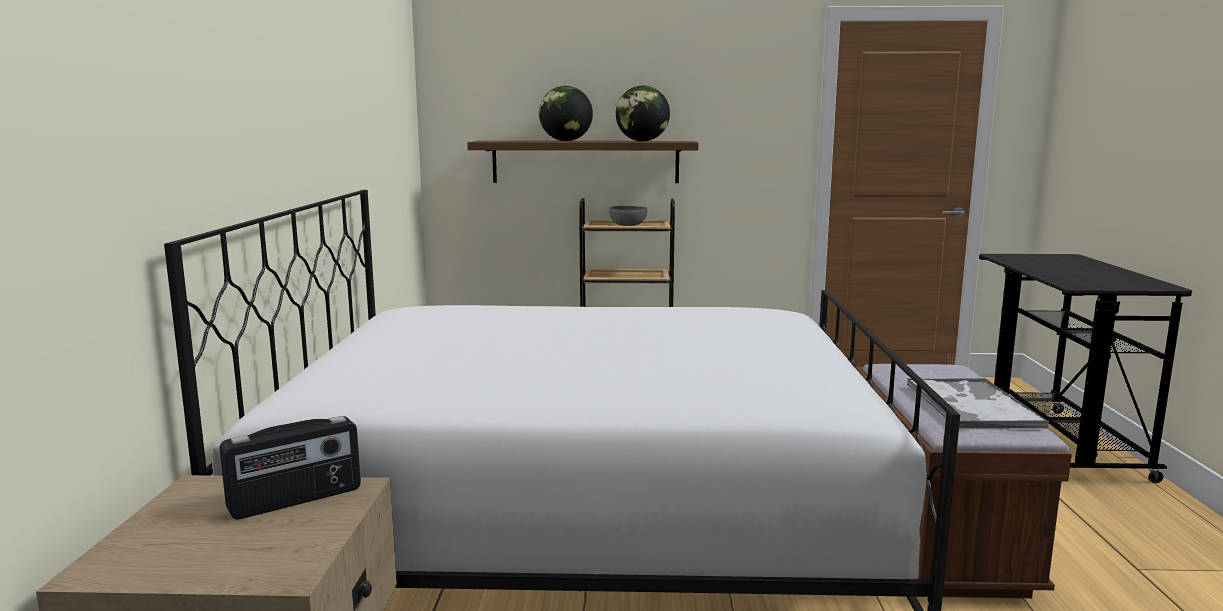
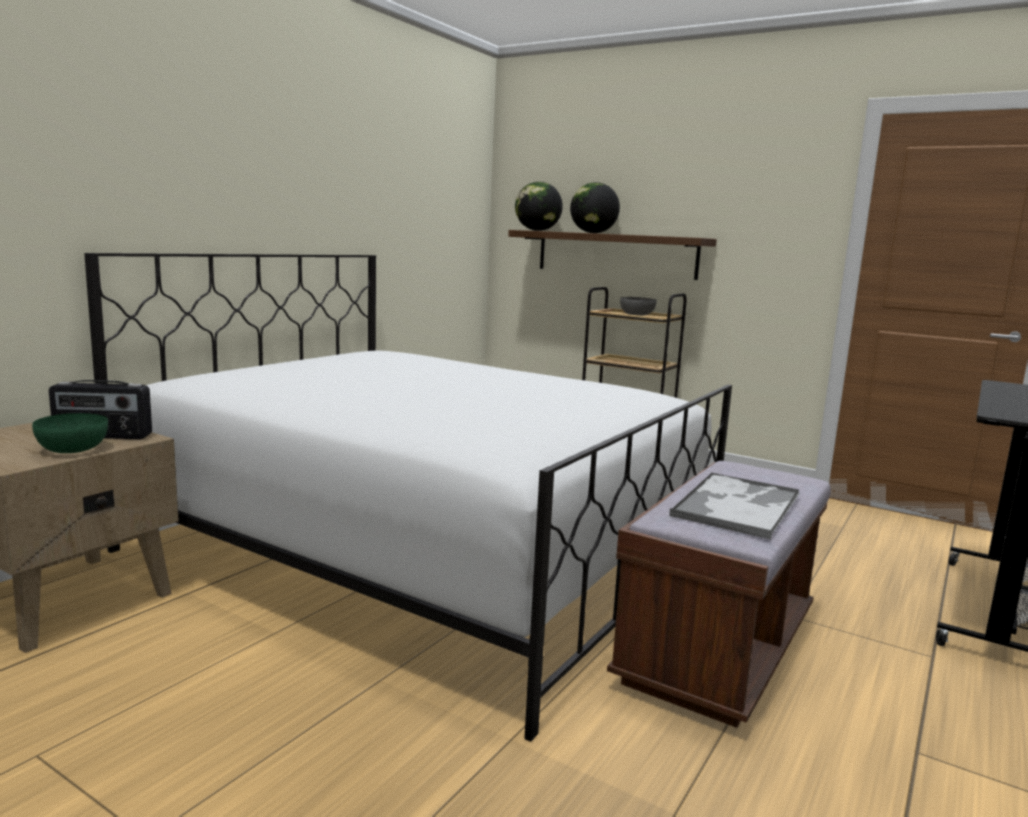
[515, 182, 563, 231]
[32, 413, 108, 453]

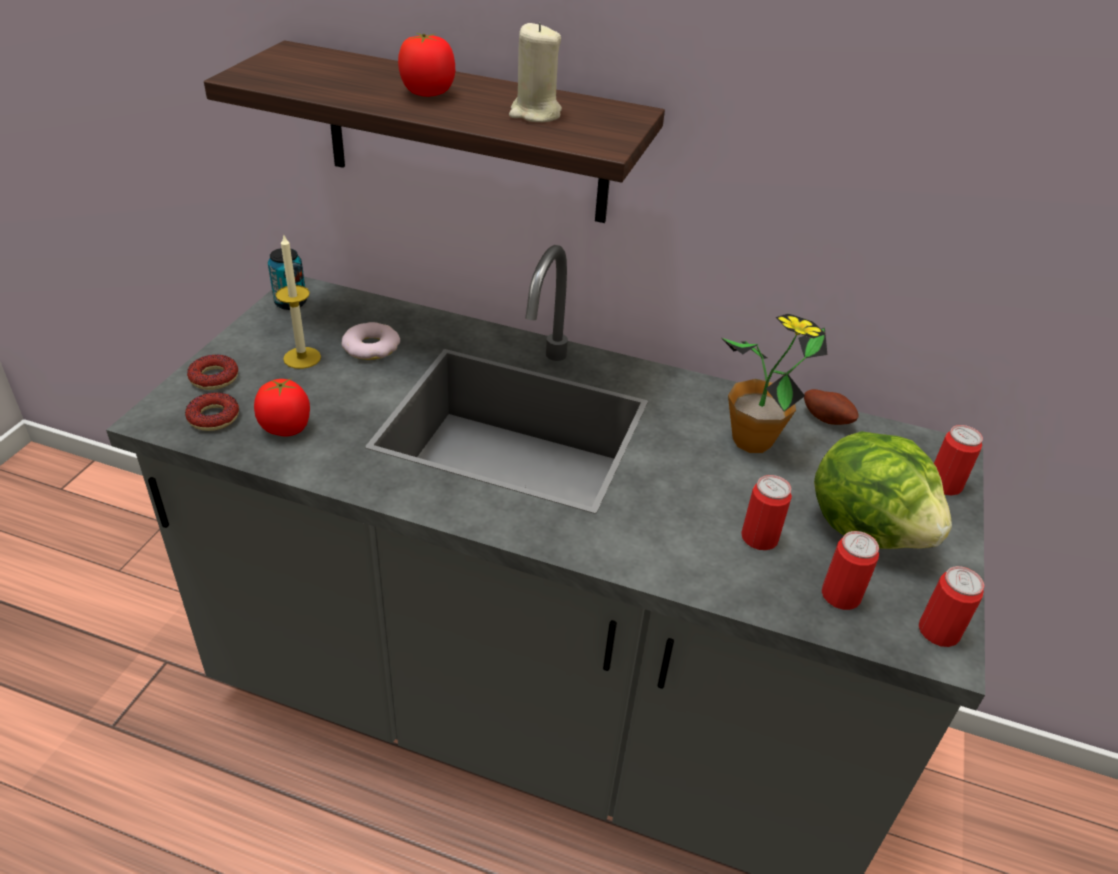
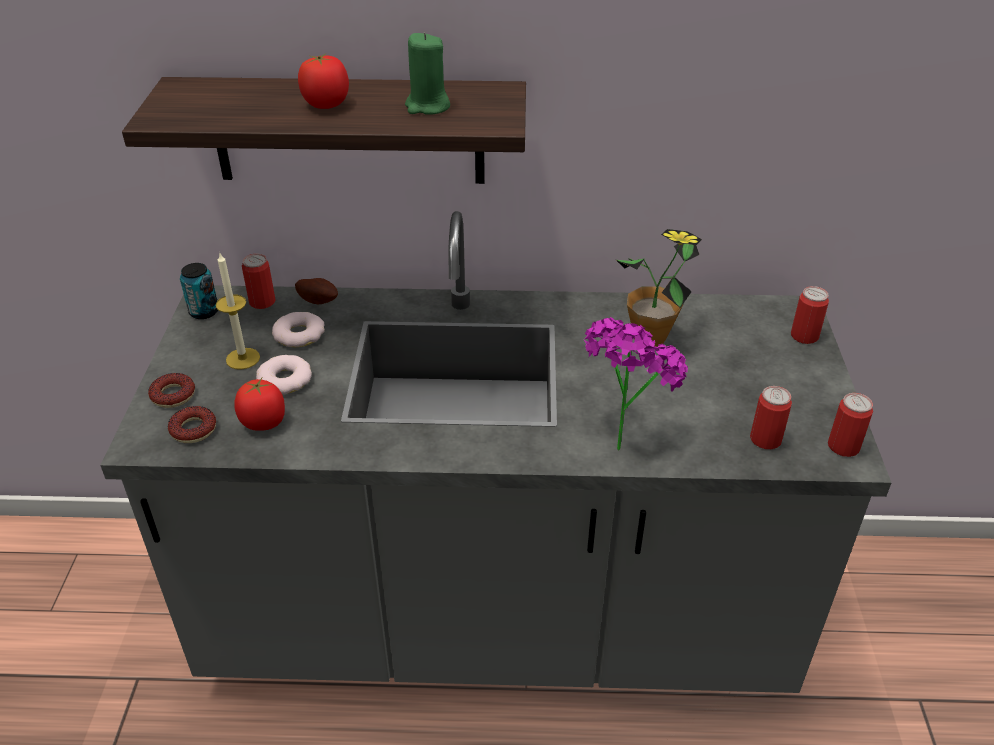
[405, 32, 450, 115]
[242, 254, 276, 309]
[295, 278, 338, 304]
[814, 431, 952, 549] (first image)
[256, 355, 312, 394]
[584, 317, 688, 451]

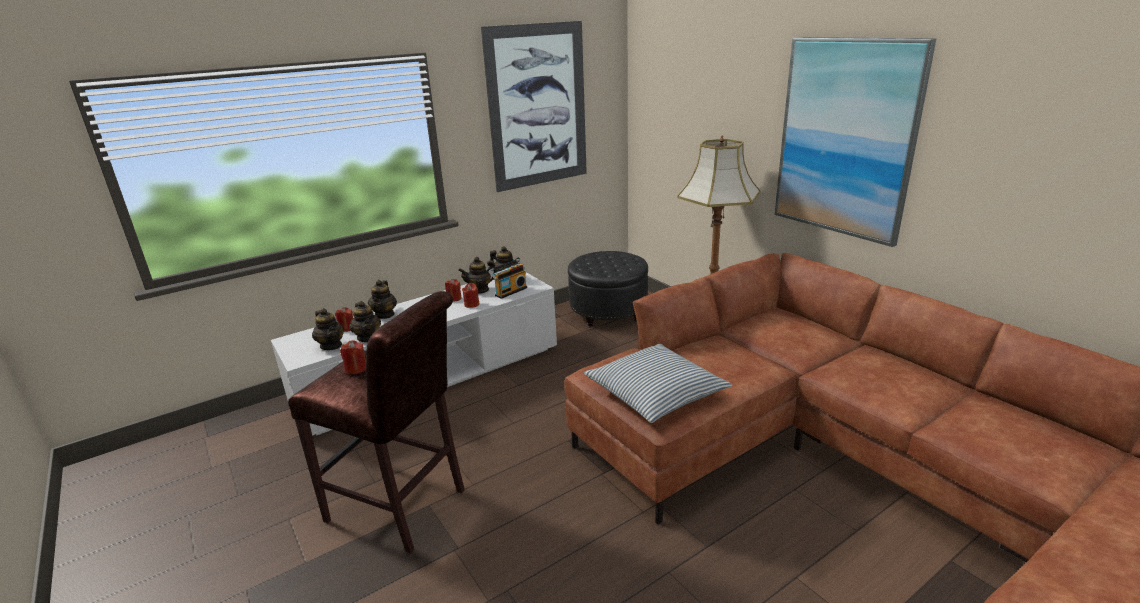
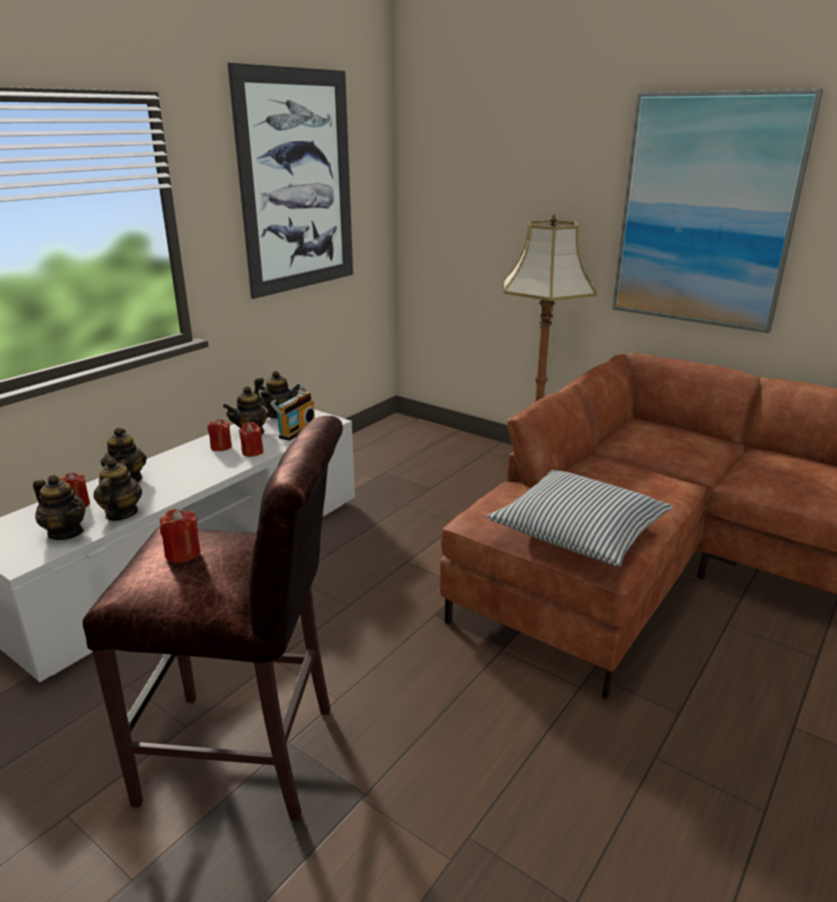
[93, 458, 142, 521]
[568, 251, 648, 327] (first image)

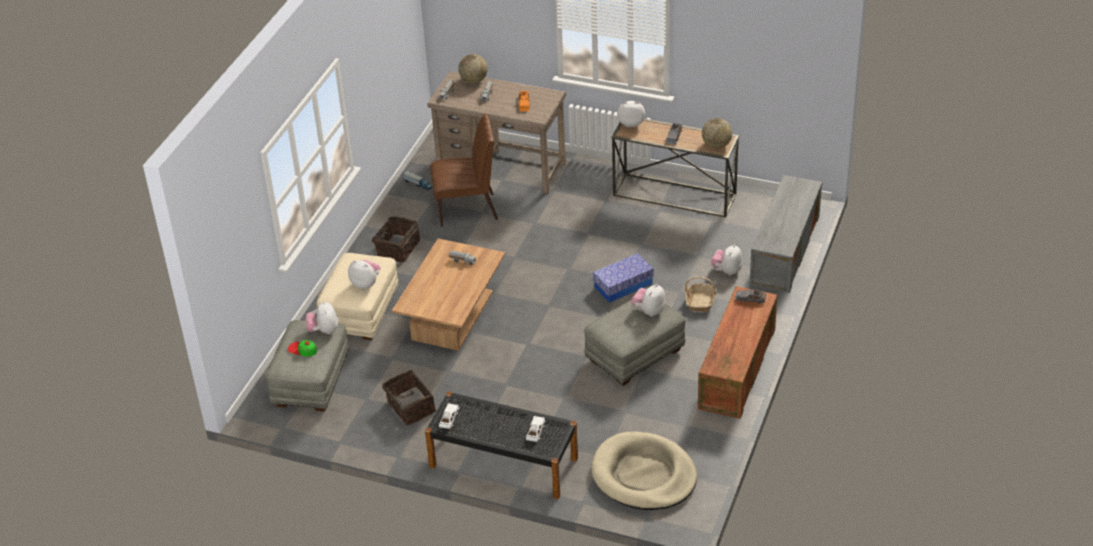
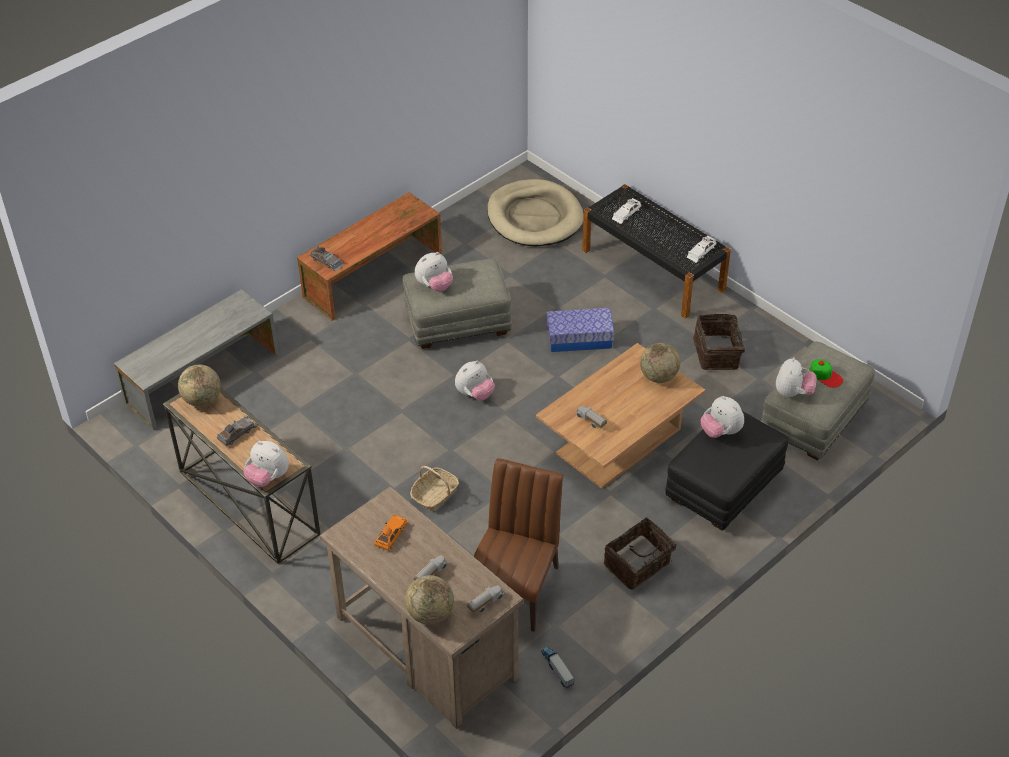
[666, 411, 788, 531]
[473, 458, 564, 632]
[547, 308, 614, 352]
[410, 466, 459, 510]
[455, 360, 495, 401]
[640, 343, 680, 383]

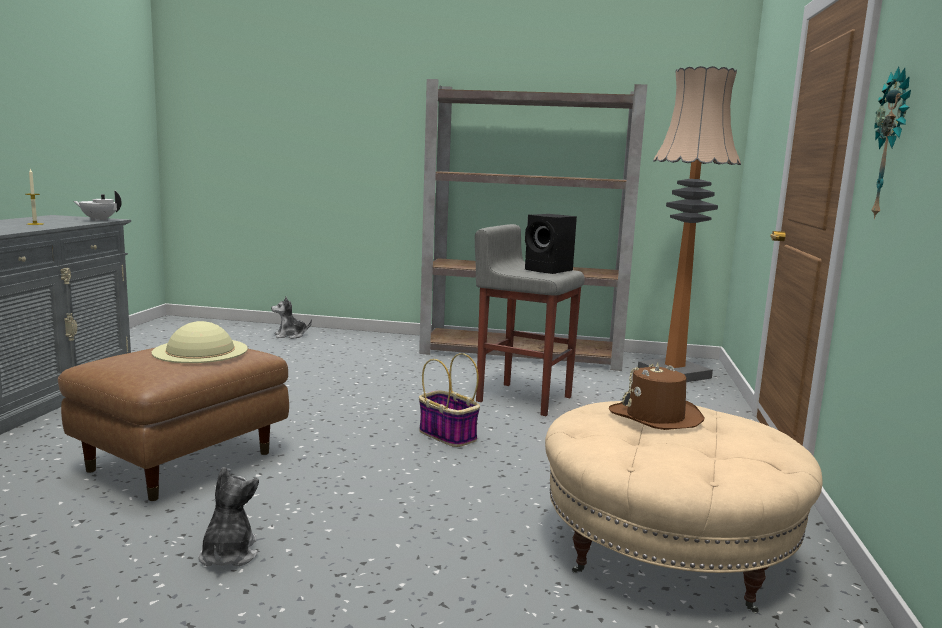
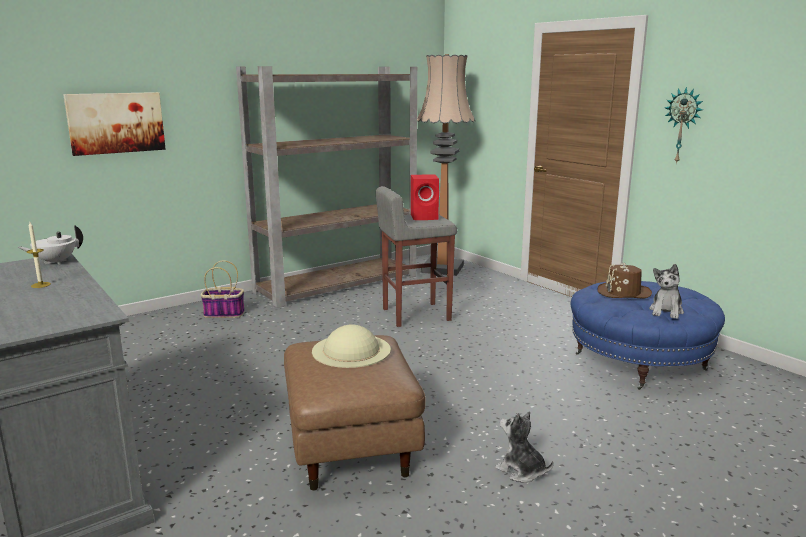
[649, 264, 684, 319]
[201, 261, 245, 318]
[411, 174, 439, 220]
[571, 281, 725, 390]
[63, 92, 166, 156]

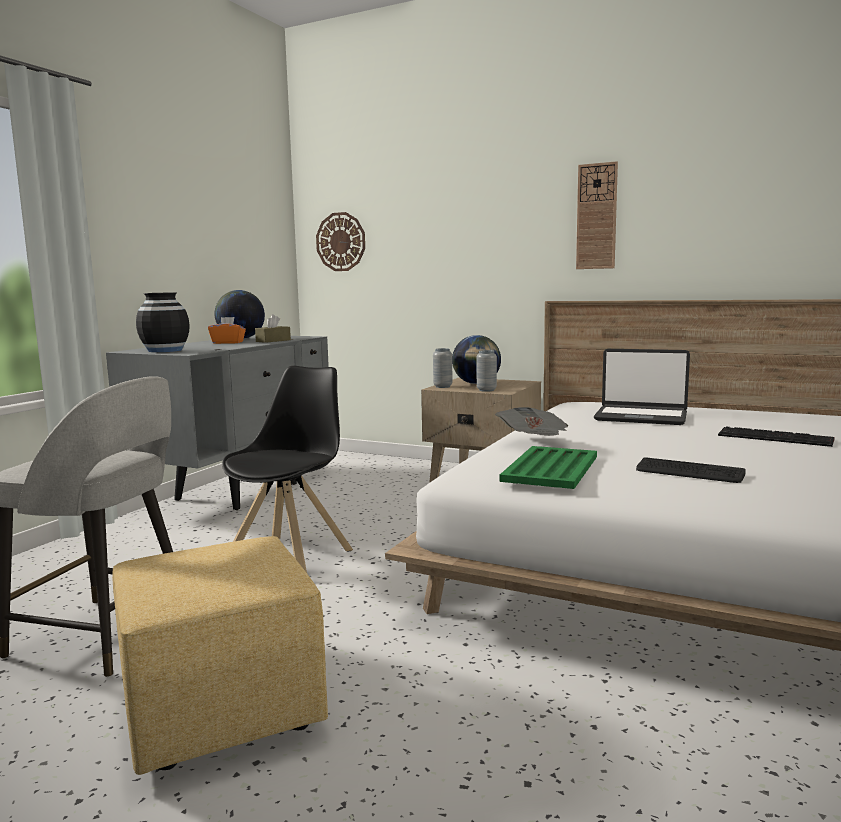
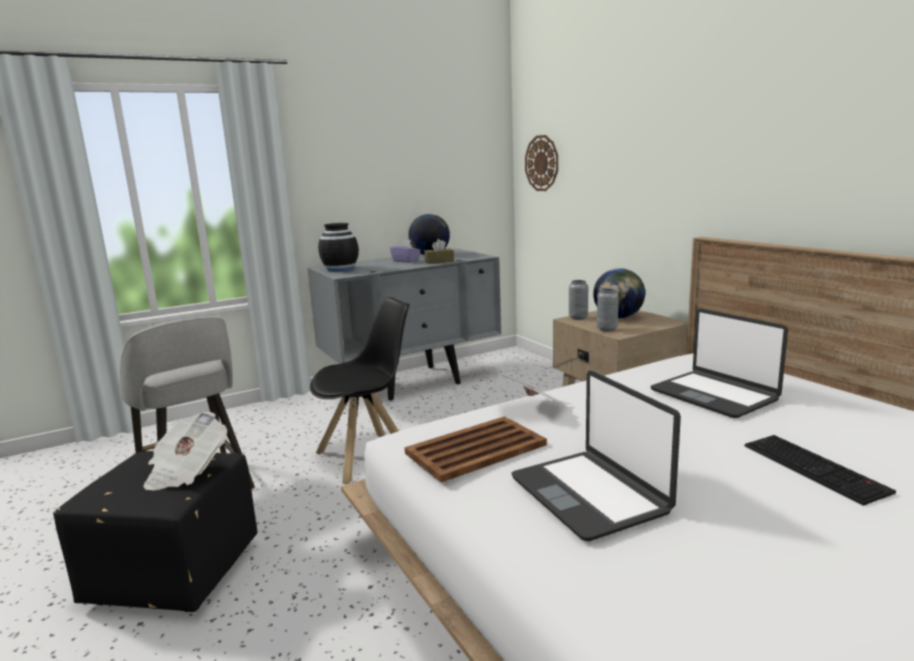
[53, 451, 258, 612]
[390, 240, 421, 263]
[405, 416, 547, 483]
[576, 161, 618, 269] (first image)
[511, 371, 681, 541]
[143, 412, 227, 490]

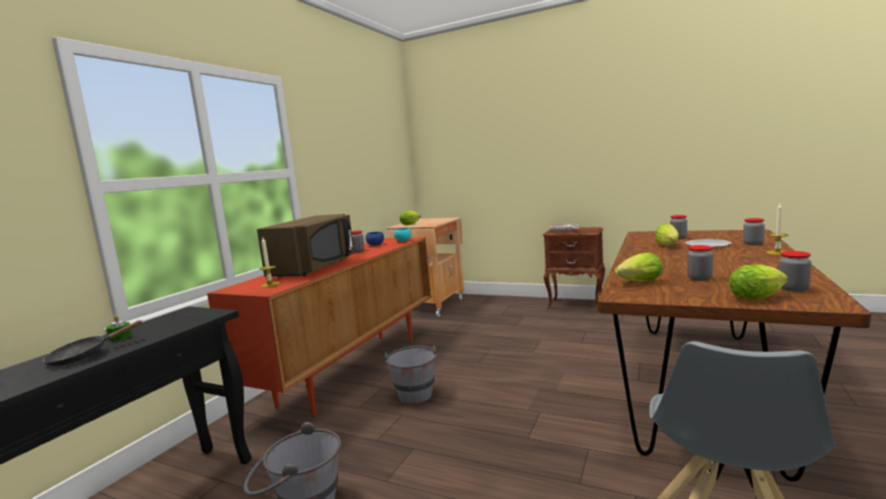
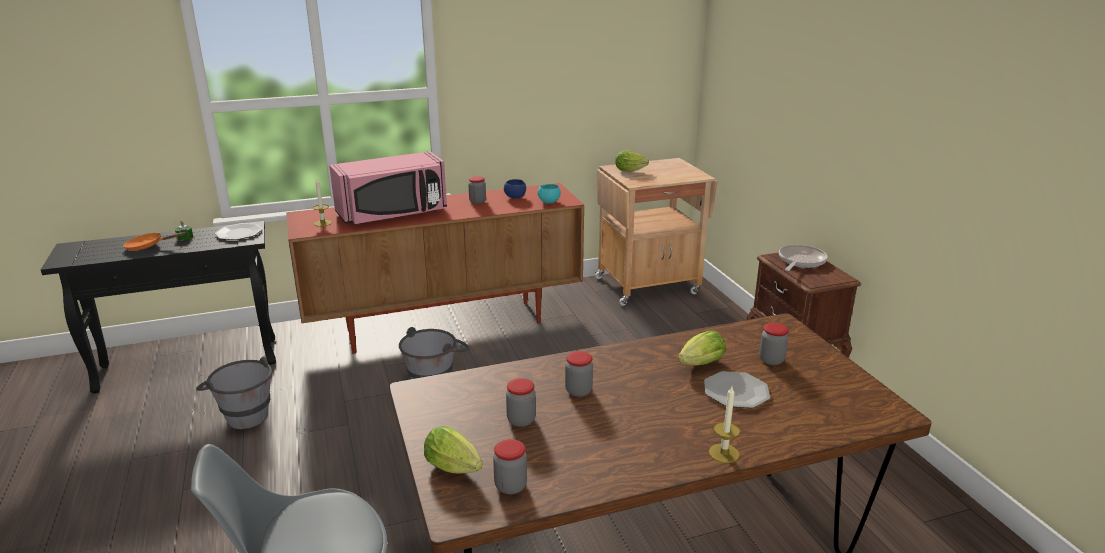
[123, 232, 187, 251]
[329, 151, 447, 224]
[615, 252, 663, 282] (first image)
[565, 351, 593, 397]
[215, 223, 263, 240]

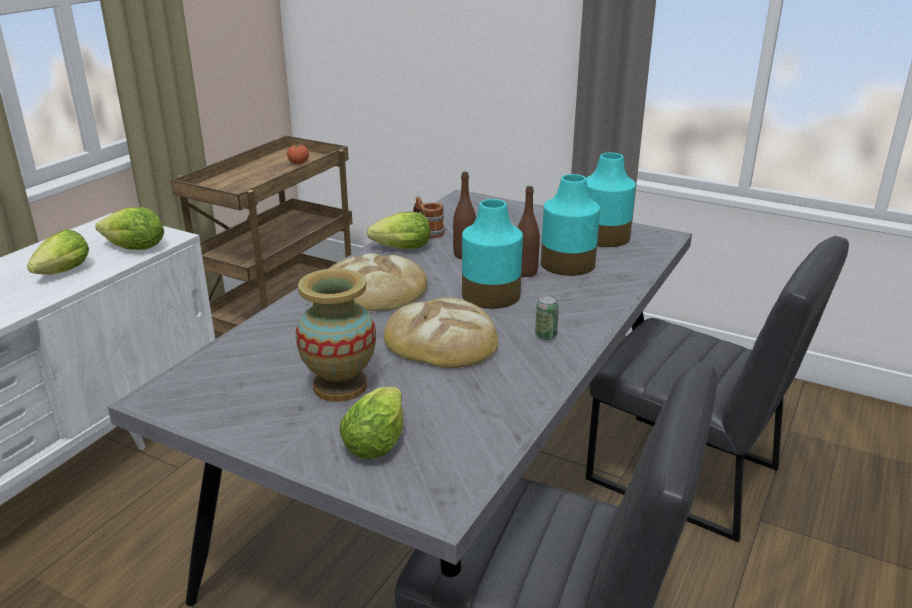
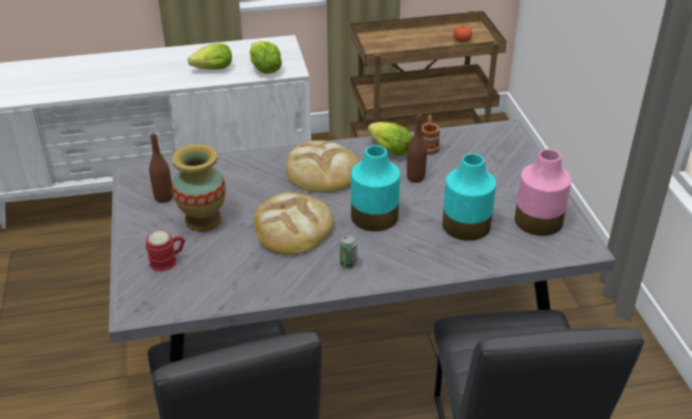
[146, 231, 185, 272]
[149, 133, 173, 203]
[515, 149, 571, 236]

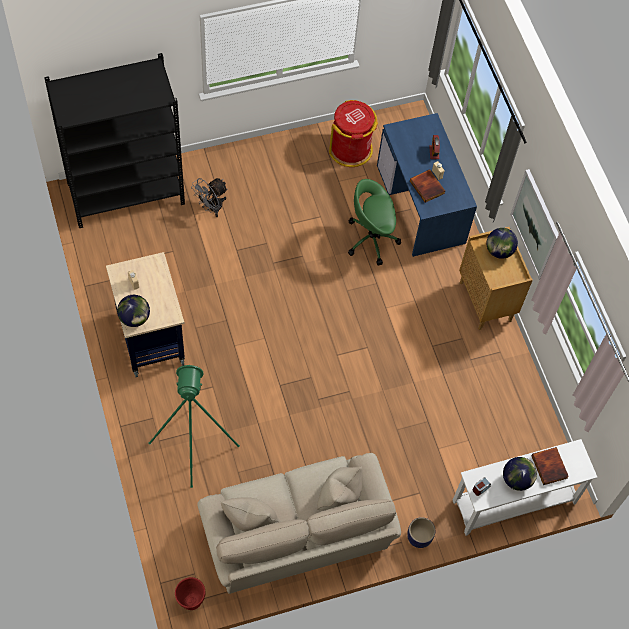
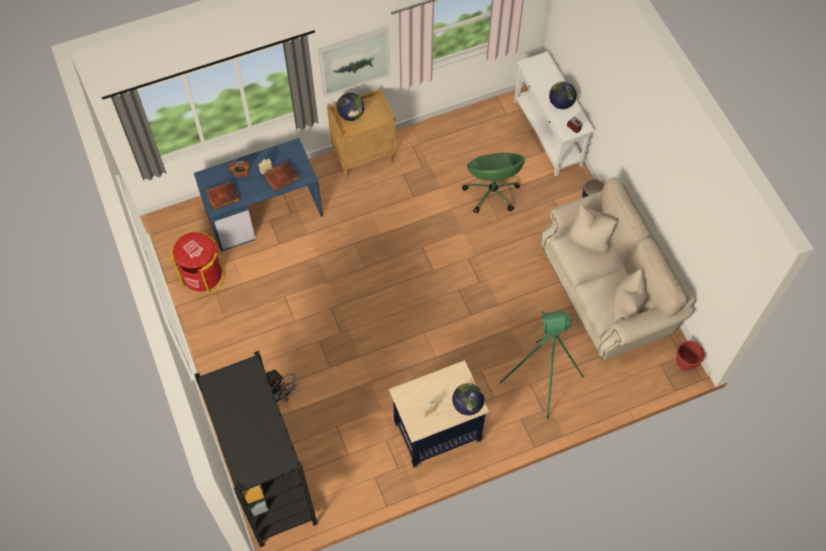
[462, 153, 525, 213]
[206, 181, 240, 210]

